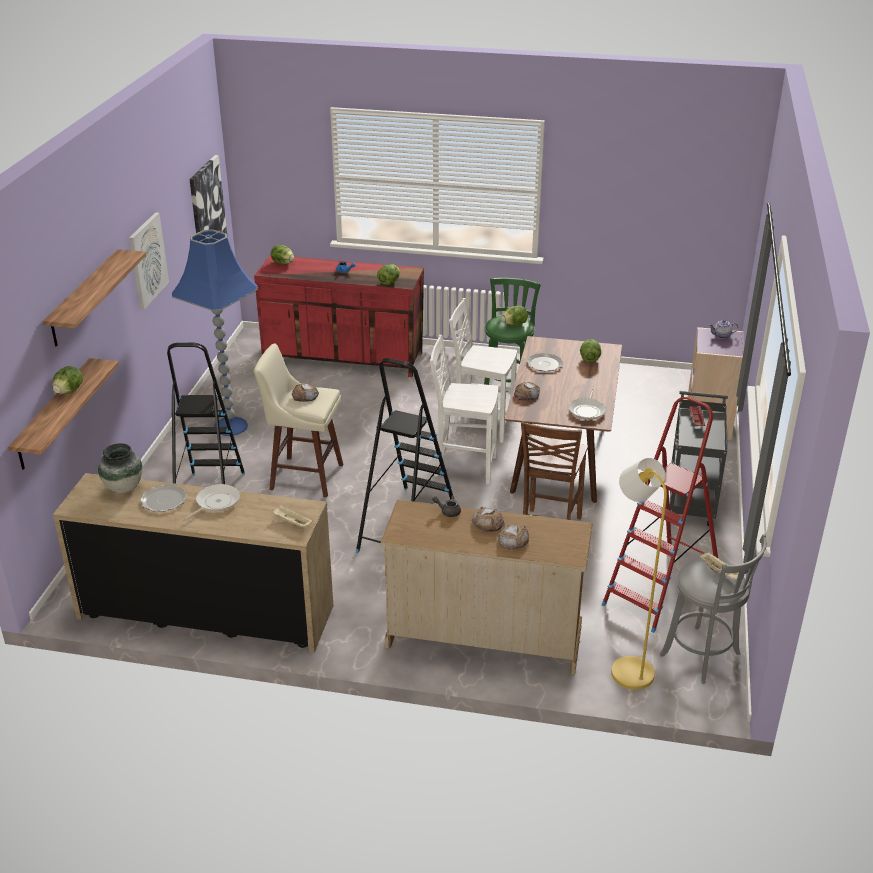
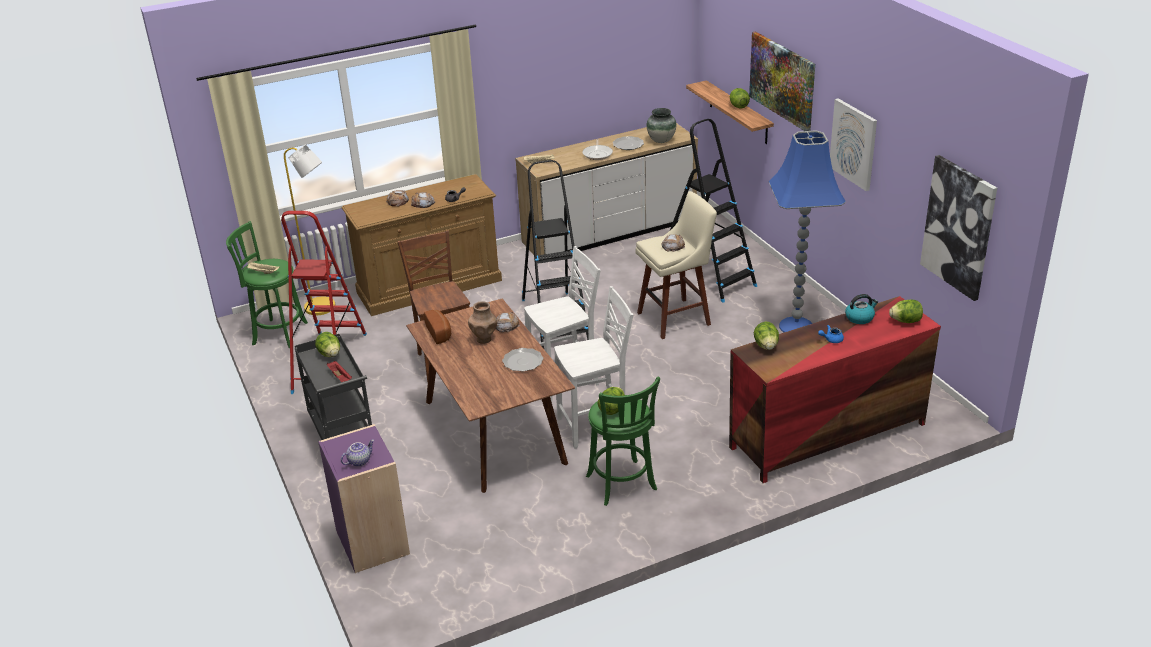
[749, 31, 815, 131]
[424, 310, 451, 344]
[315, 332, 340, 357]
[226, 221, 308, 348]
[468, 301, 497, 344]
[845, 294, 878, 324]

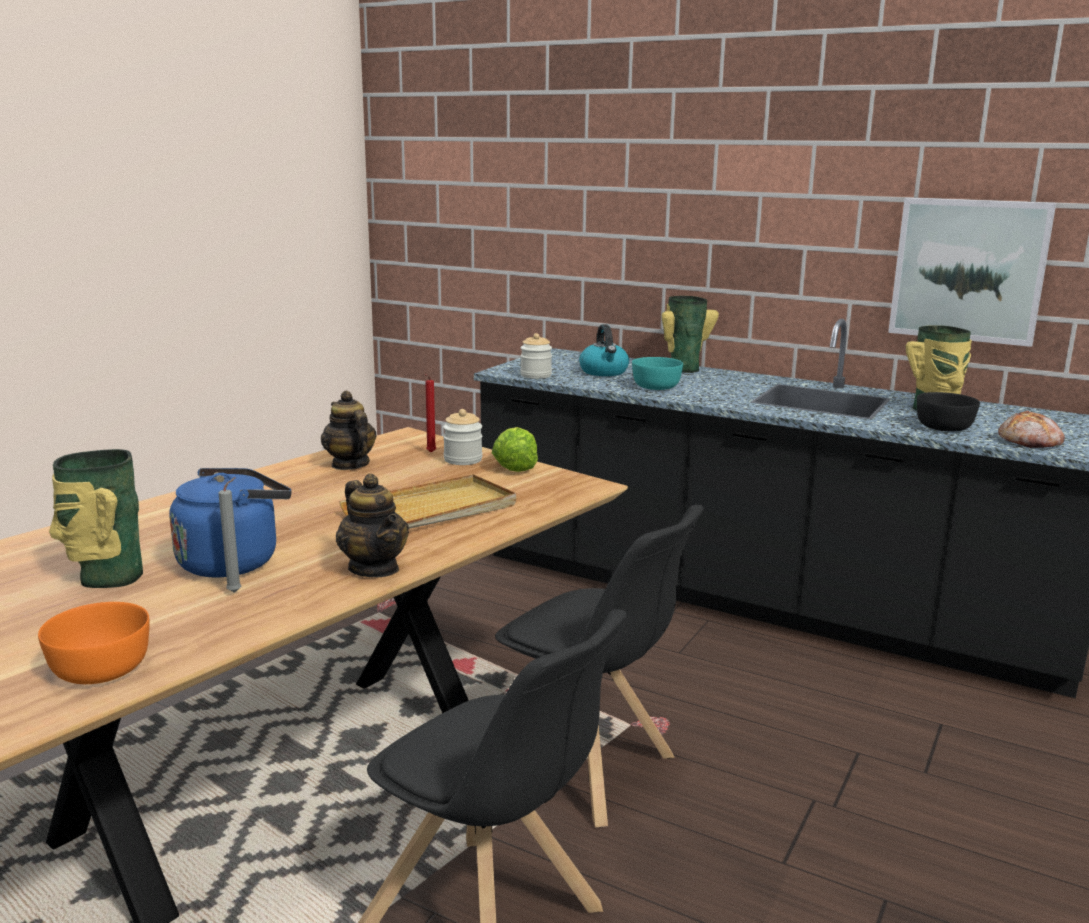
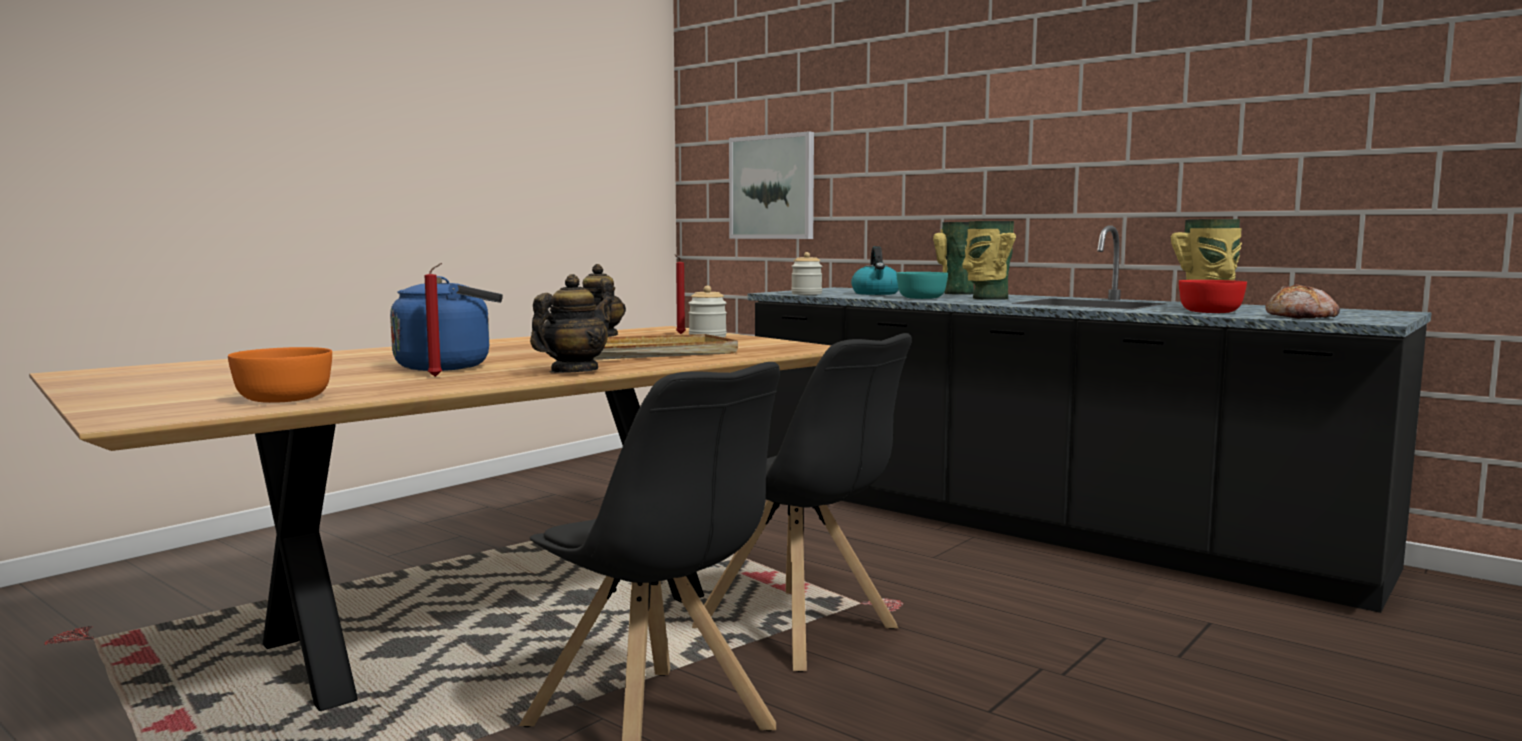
[962, 221, 1016, 300]
[424, 263, 442, 377]
[530, 274, 612, 373]
[492, 427, 538, 472] (first image)
[729, 131, 814, 239]
[1179, 280, 1247, 313]

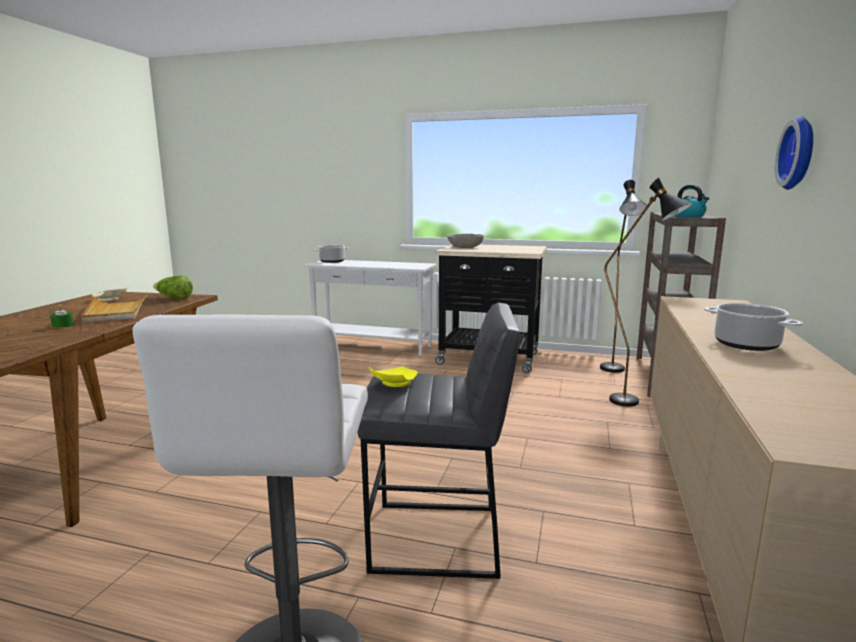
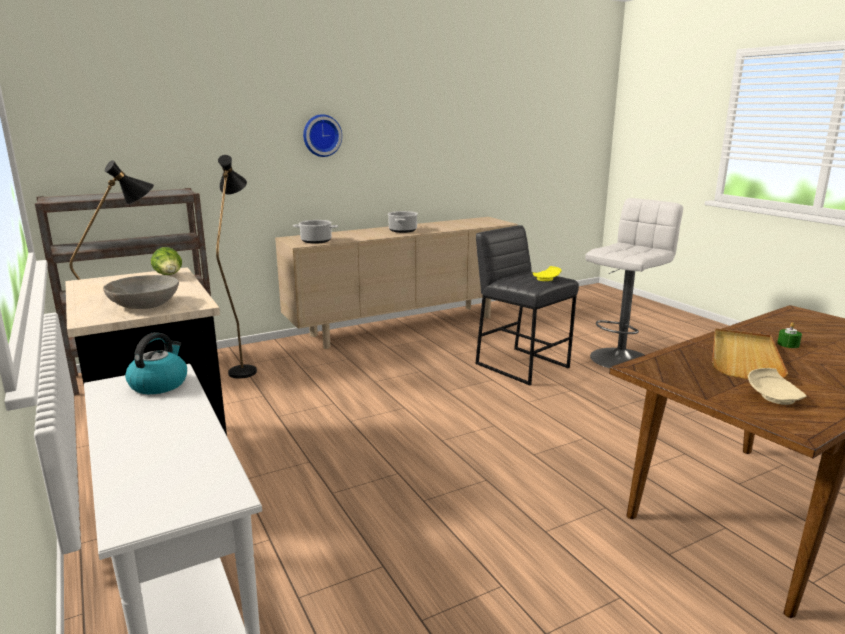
[151, 247, 182, 275]
[293, 220, 338, 244]
[125, 332, 187, 394]

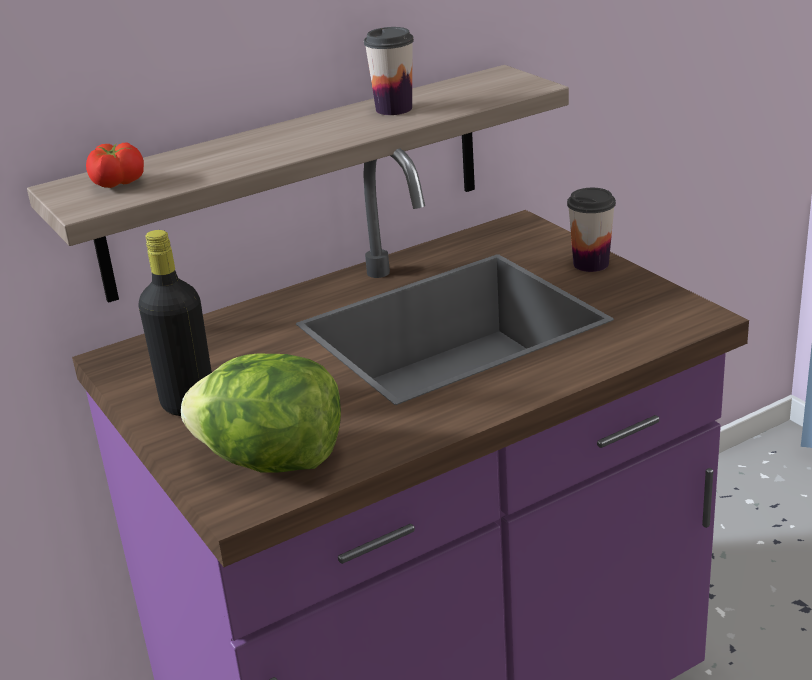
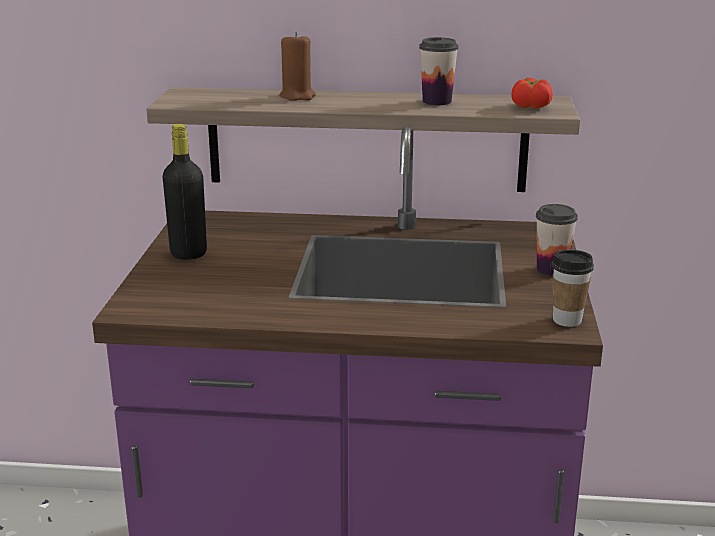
[511, 78, 553, 108]
[181, 354, 341, 473] (first image)
[279, 32, 316, 101]
[552, 250, 594, 327]

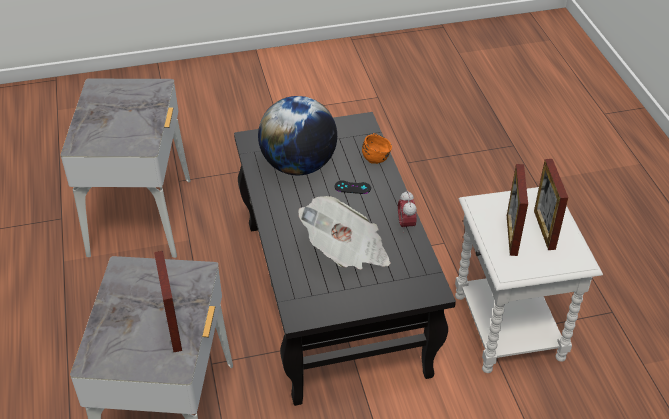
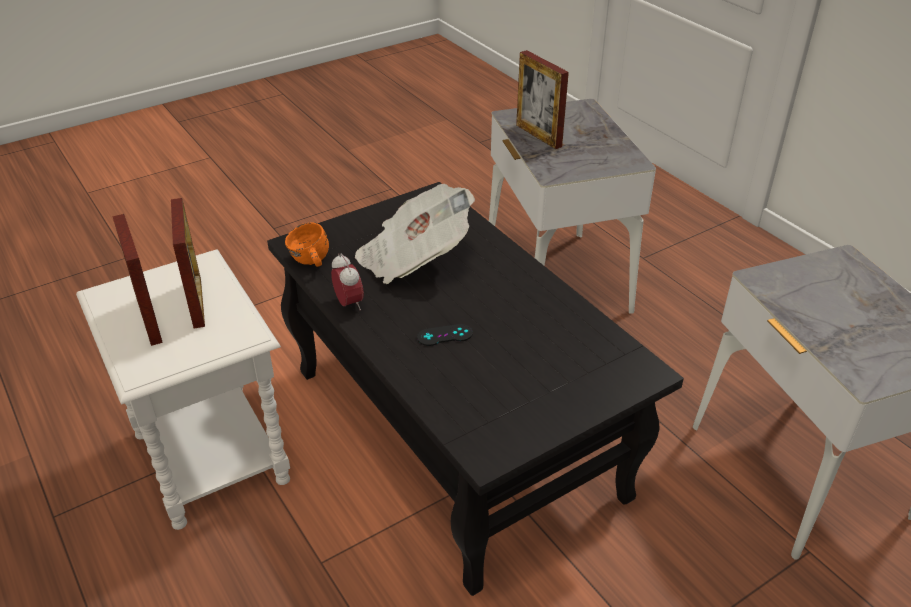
[258, 96, 337, 175] (first image)
[285, 222, 329, 267]

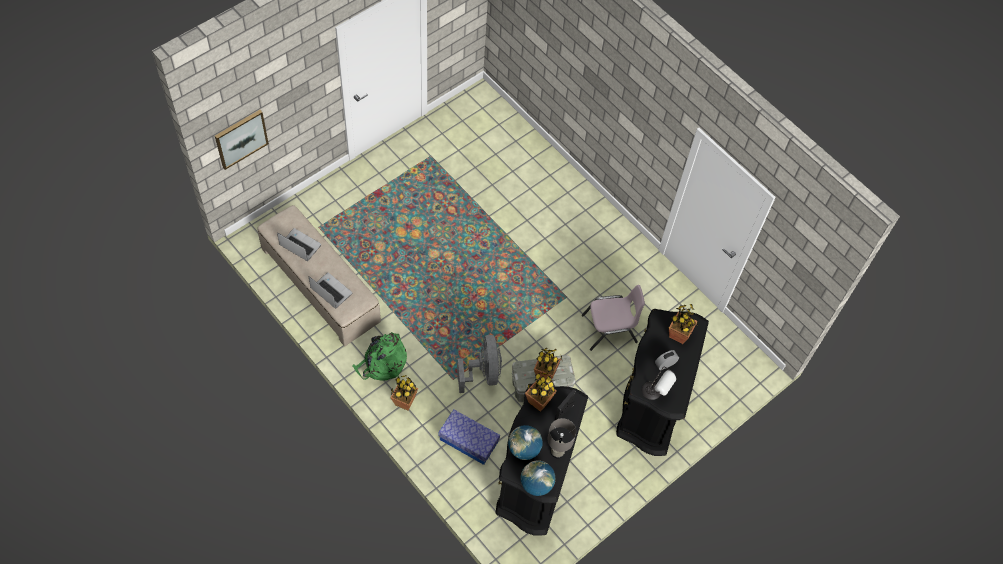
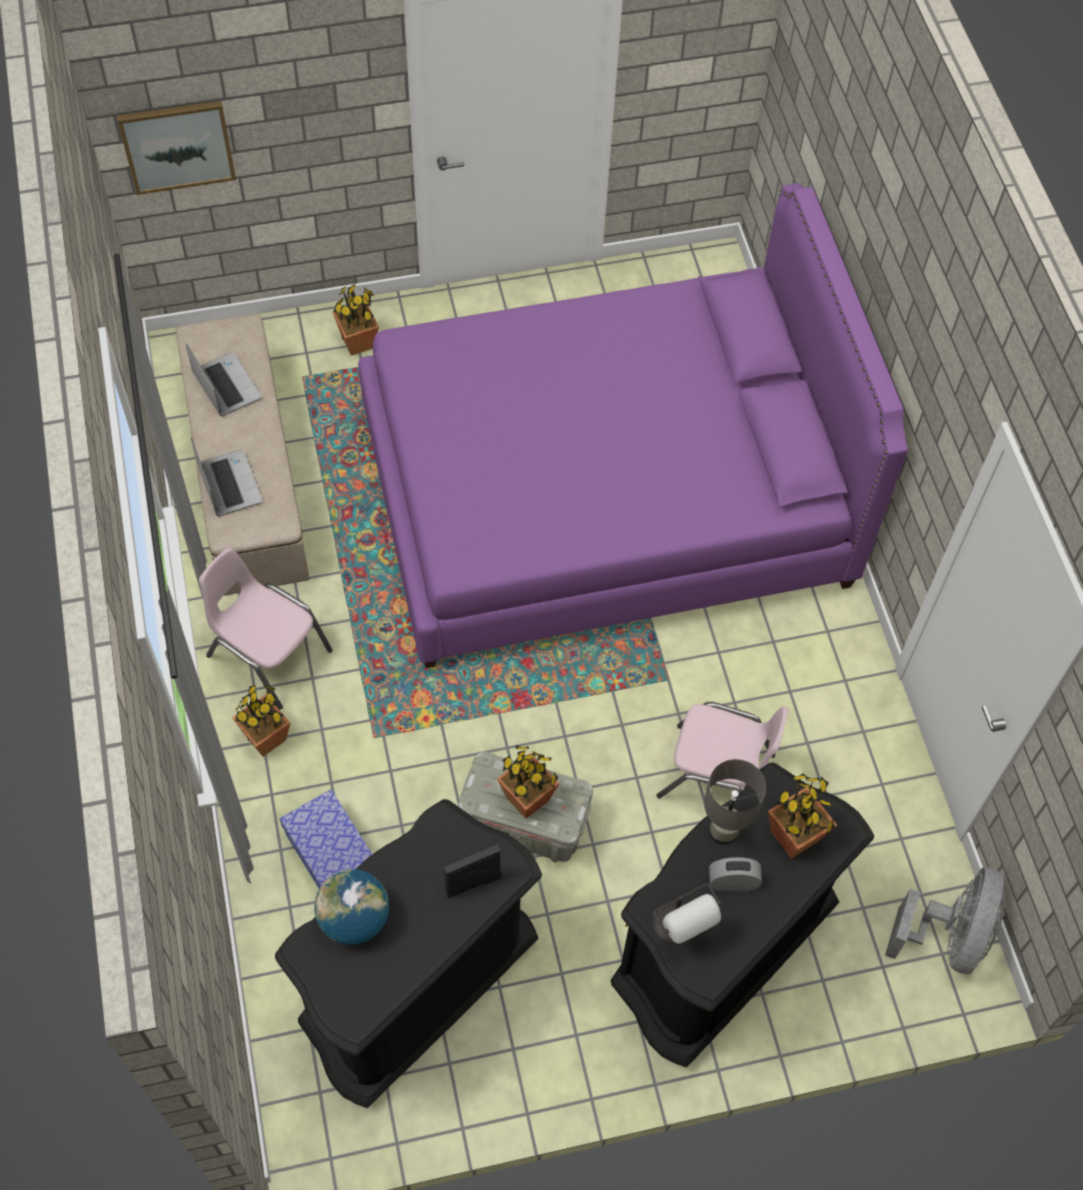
[199, 547, 333, 710]
[885, 867, 1005, 974]
[521, 461, 555, 496] (first image)
[332, 285, 379, 356]
[704, 759, 766, 845]
[358, 184, 908, 668]

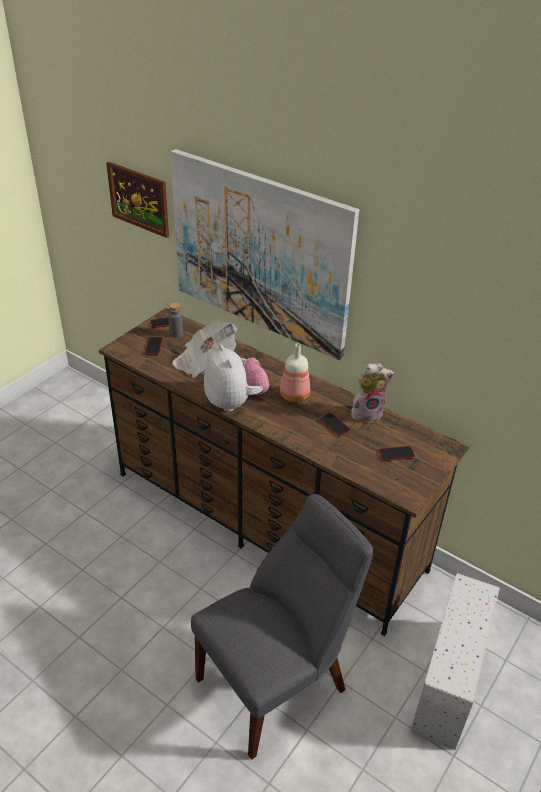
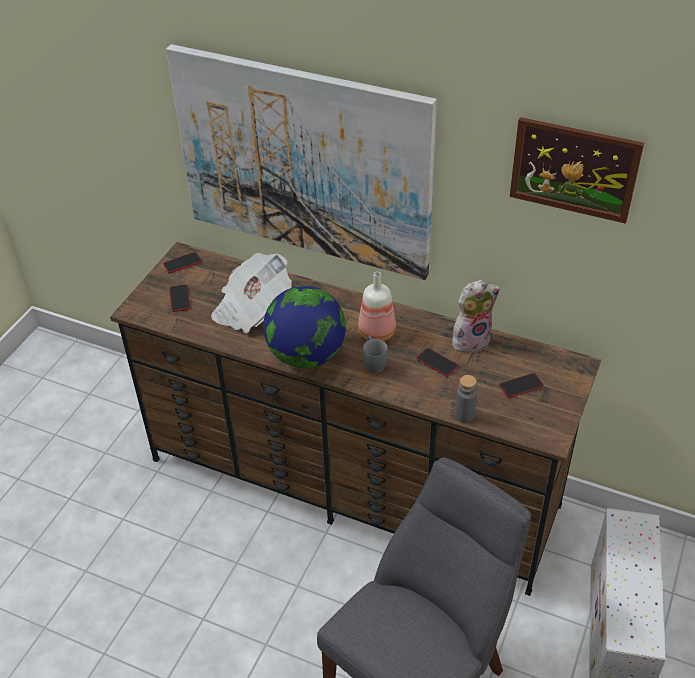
[510, 117, 644, 224]
[455, 375, 477, 423]
[263, 286, 346, 368]
[363, 336, 388, 373]

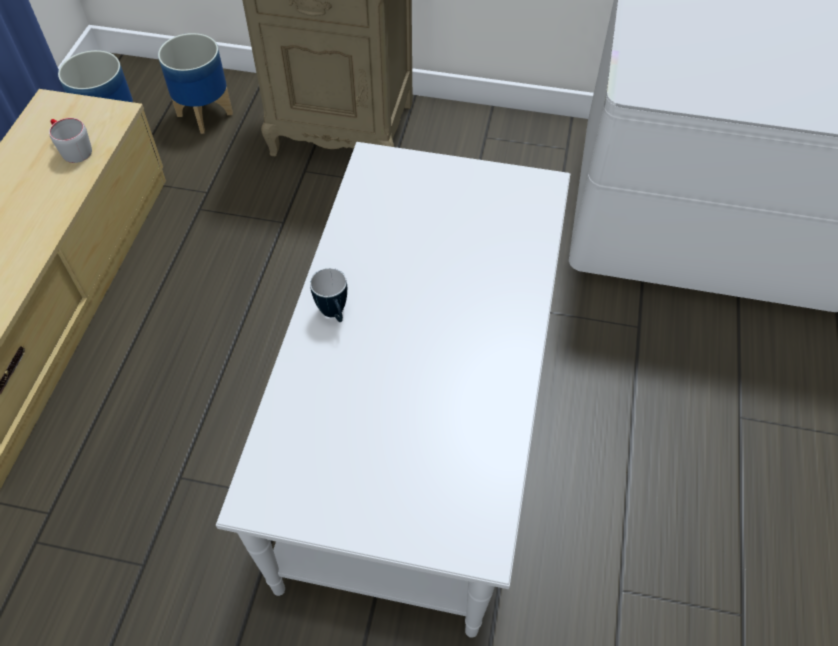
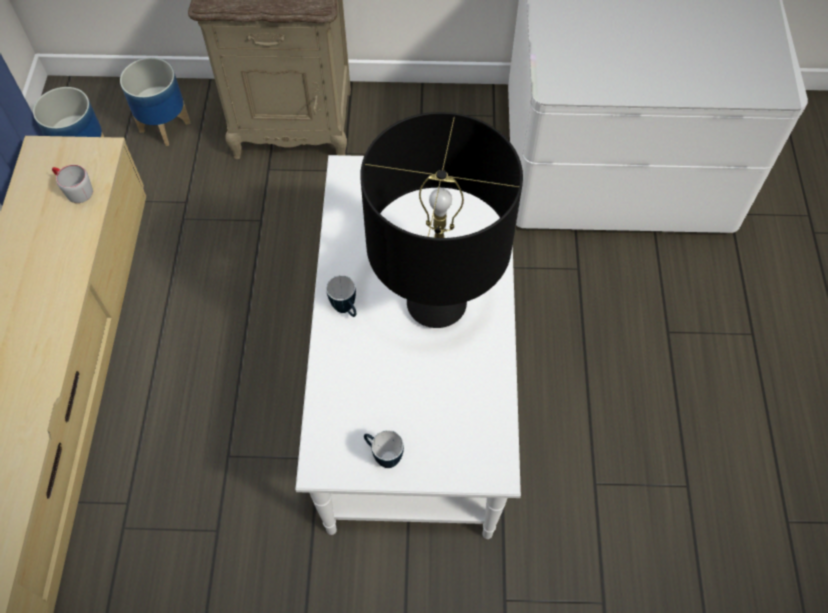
[360, 112, 523, 328]
[364, 430, 404, 468]

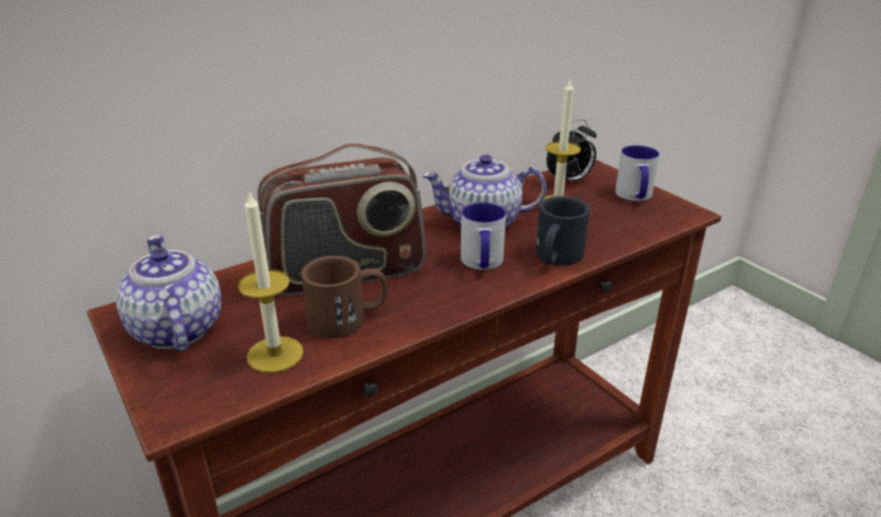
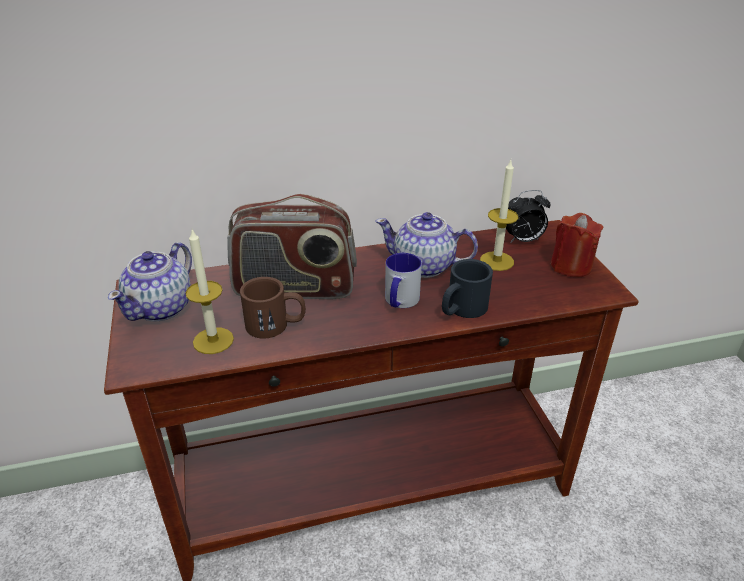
[108, 242, 192, 322]
[551, 213, 603, 277]

